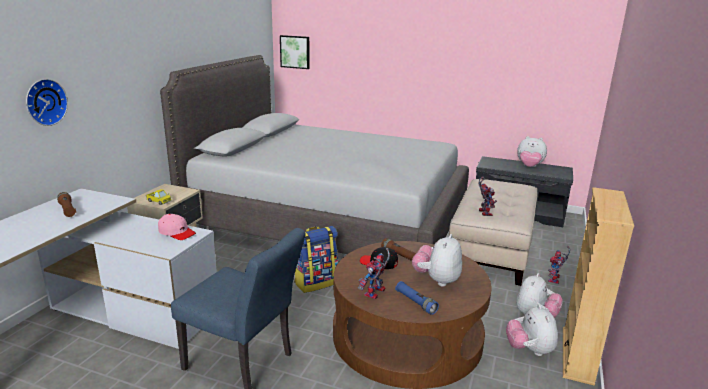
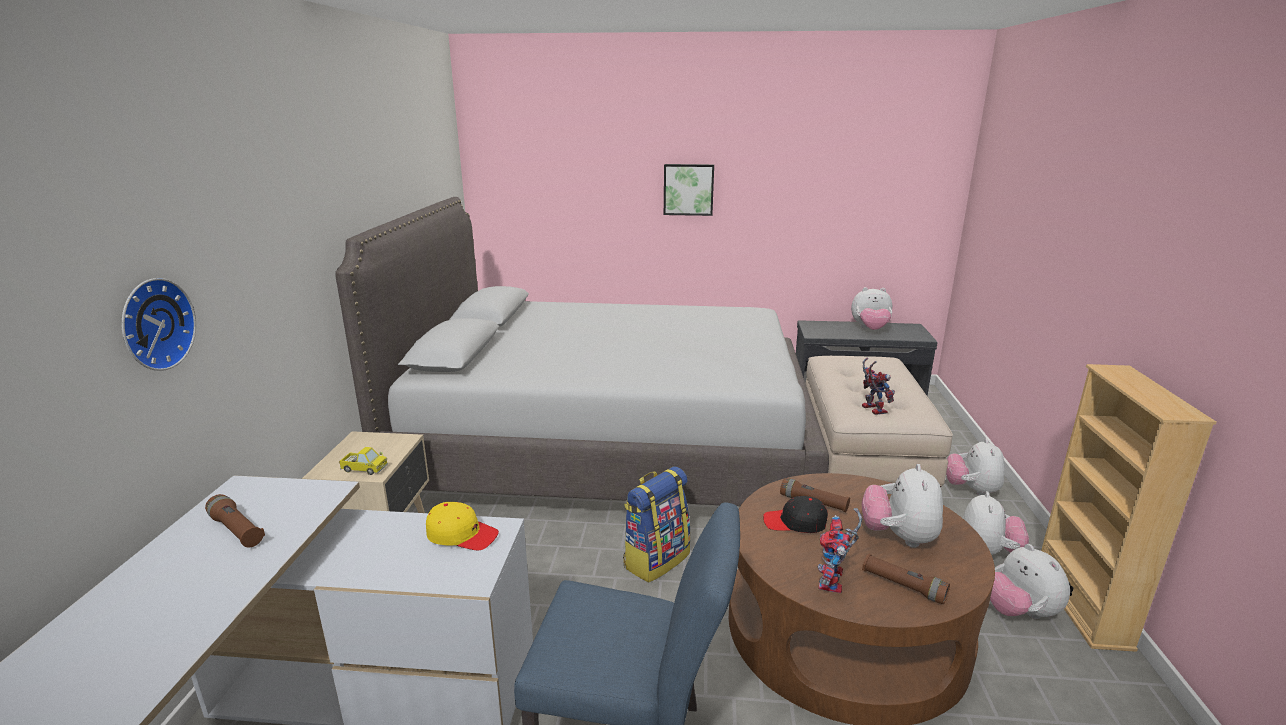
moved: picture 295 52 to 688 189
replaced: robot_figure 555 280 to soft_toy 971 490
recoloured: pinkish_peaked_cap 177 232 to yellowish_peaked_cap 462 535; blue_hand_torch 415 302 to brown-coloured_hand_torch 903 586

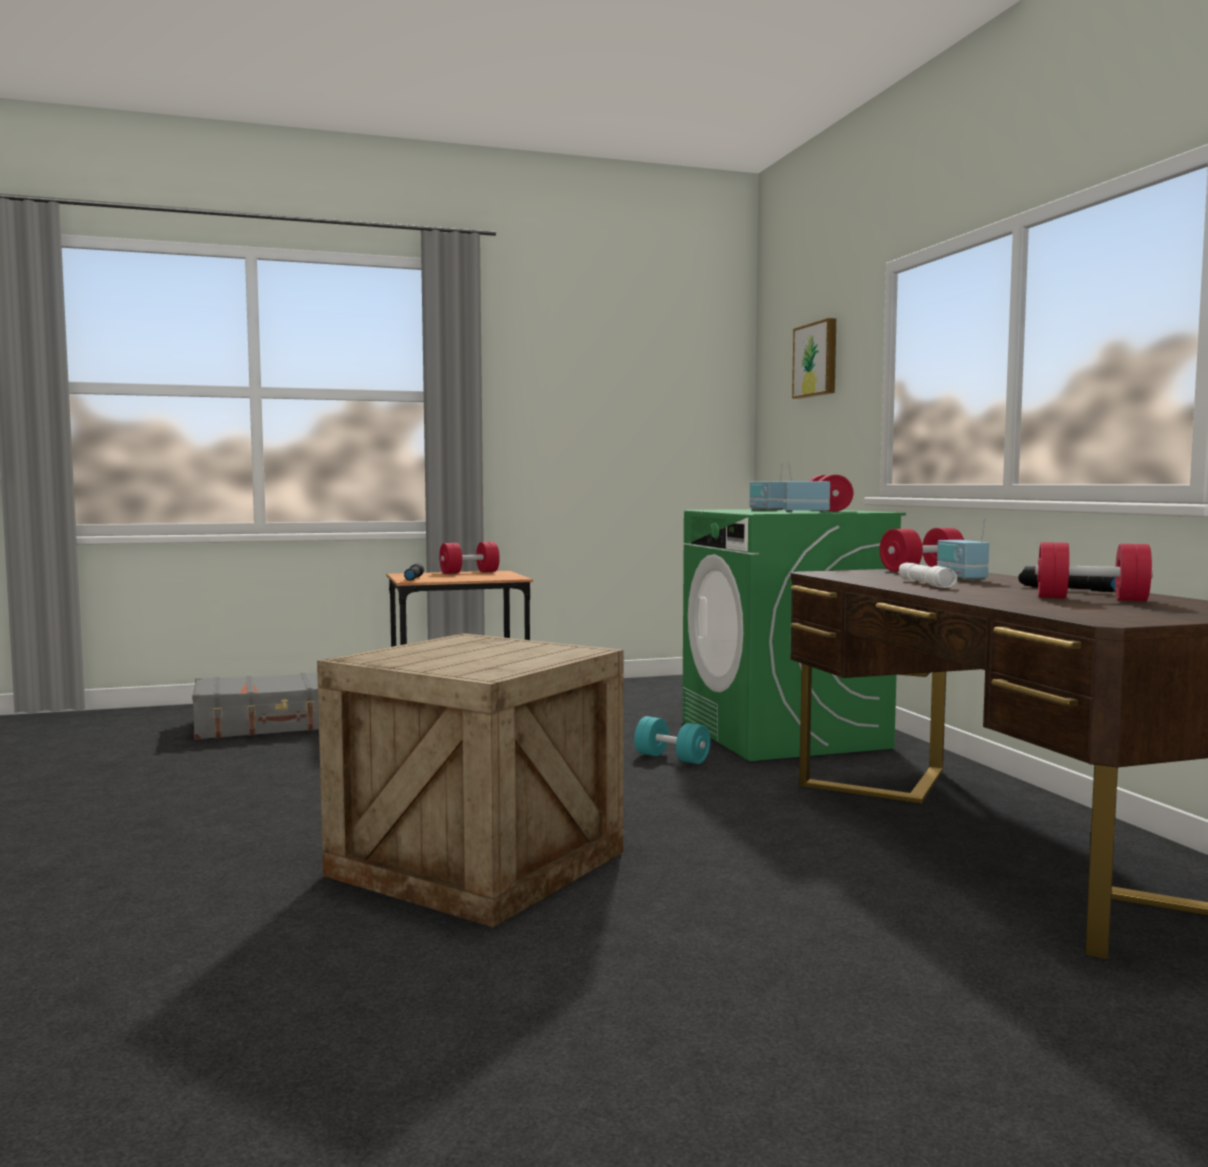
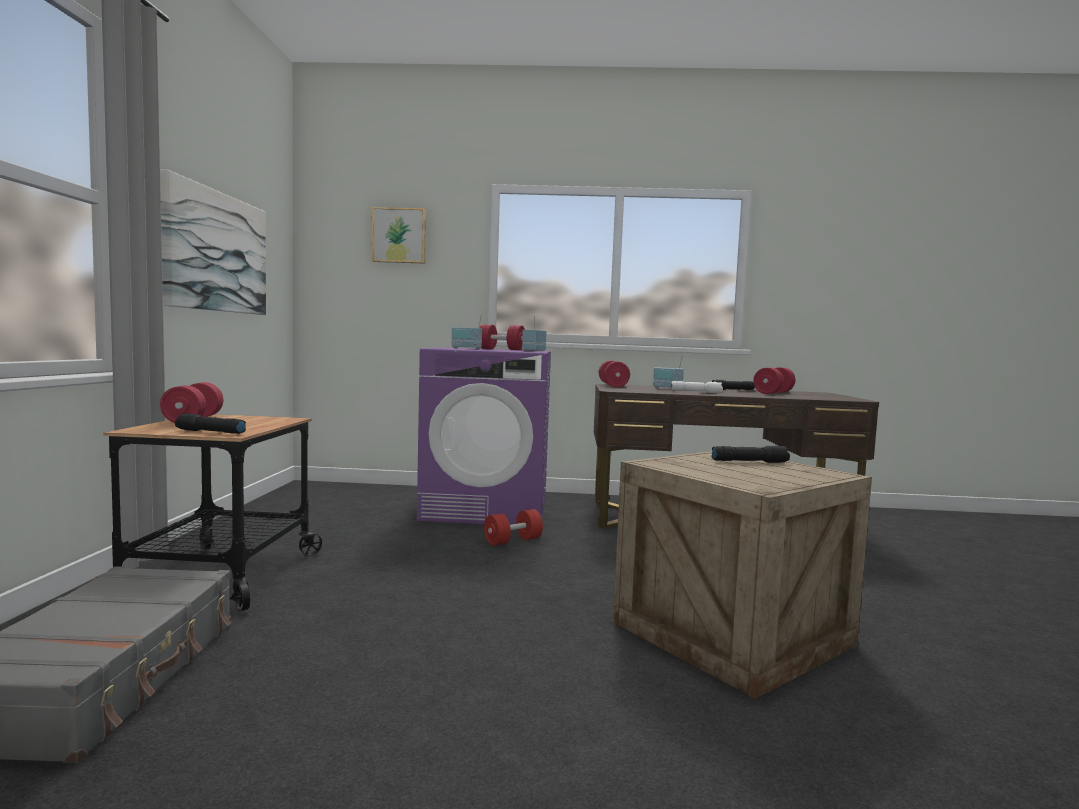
added: picture 216 252; black_hand_torch 749 462
recoloured: turquoise-coloured_dumbbell 672 758 to red_dumbbell 513 541; green-coloured_laundry_appliance 783 734 to purplish_laundry_appliance 487 509

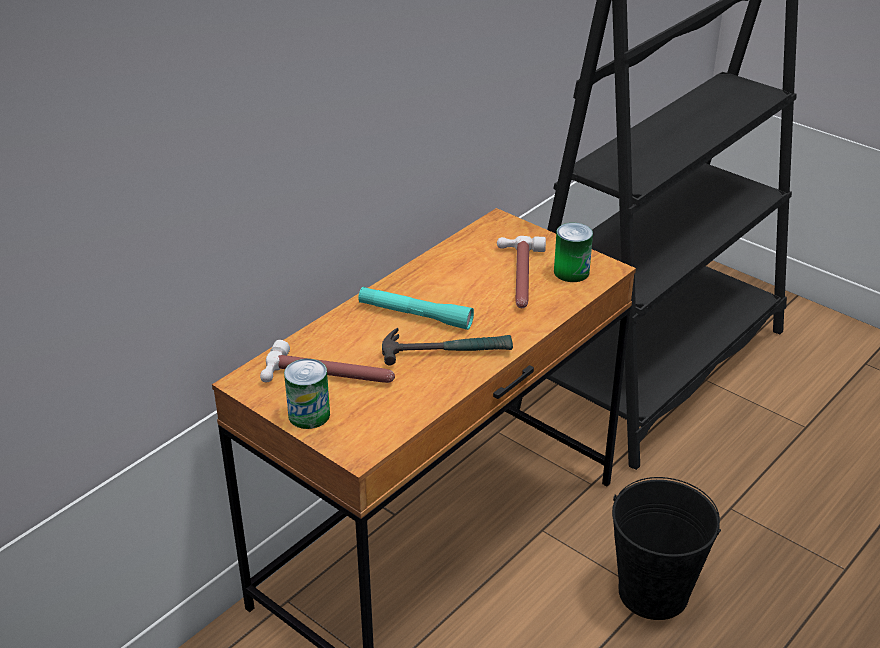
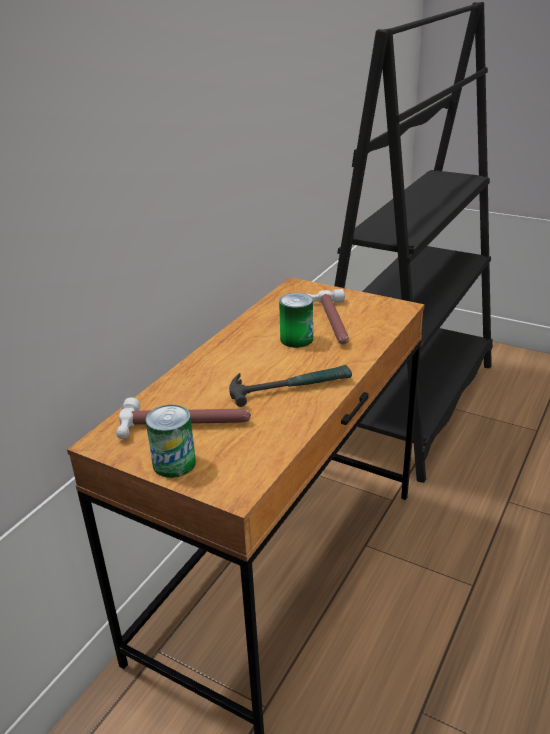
removed: turquoise-coloured_hand_torch 415 315; black_pail 653 593
moved: metal_can 571 272 to 296 339

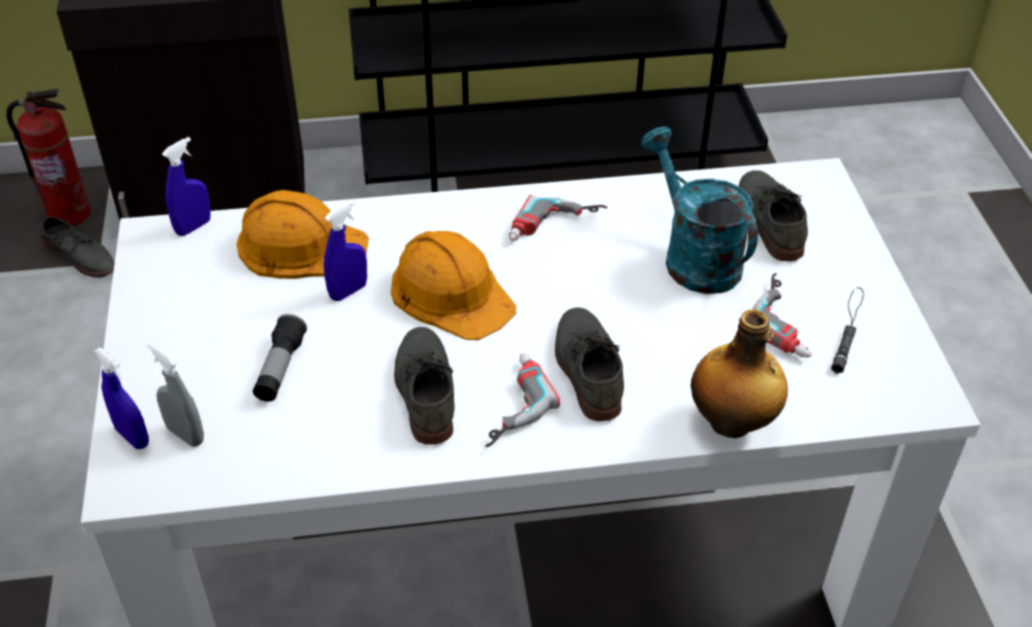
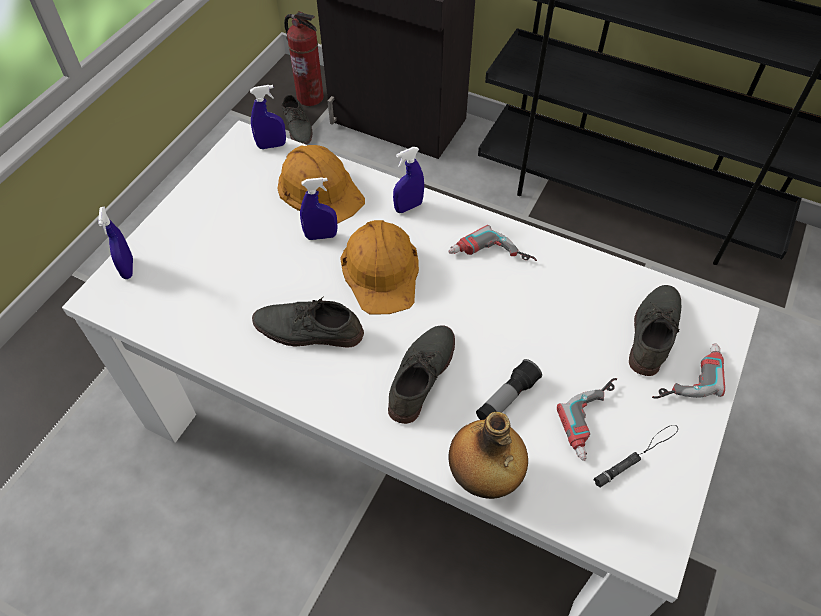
removed: grey_sprayer 185 434; turquoise-coloured_watering_pot 693 256
added: blue_sprayer 408 207
moved: hand_torch 280 369 to 506 398; drill 508 403 to 685 374
turned: grey_shoe 424 389 = 307 330 105 degrees counterclockwise

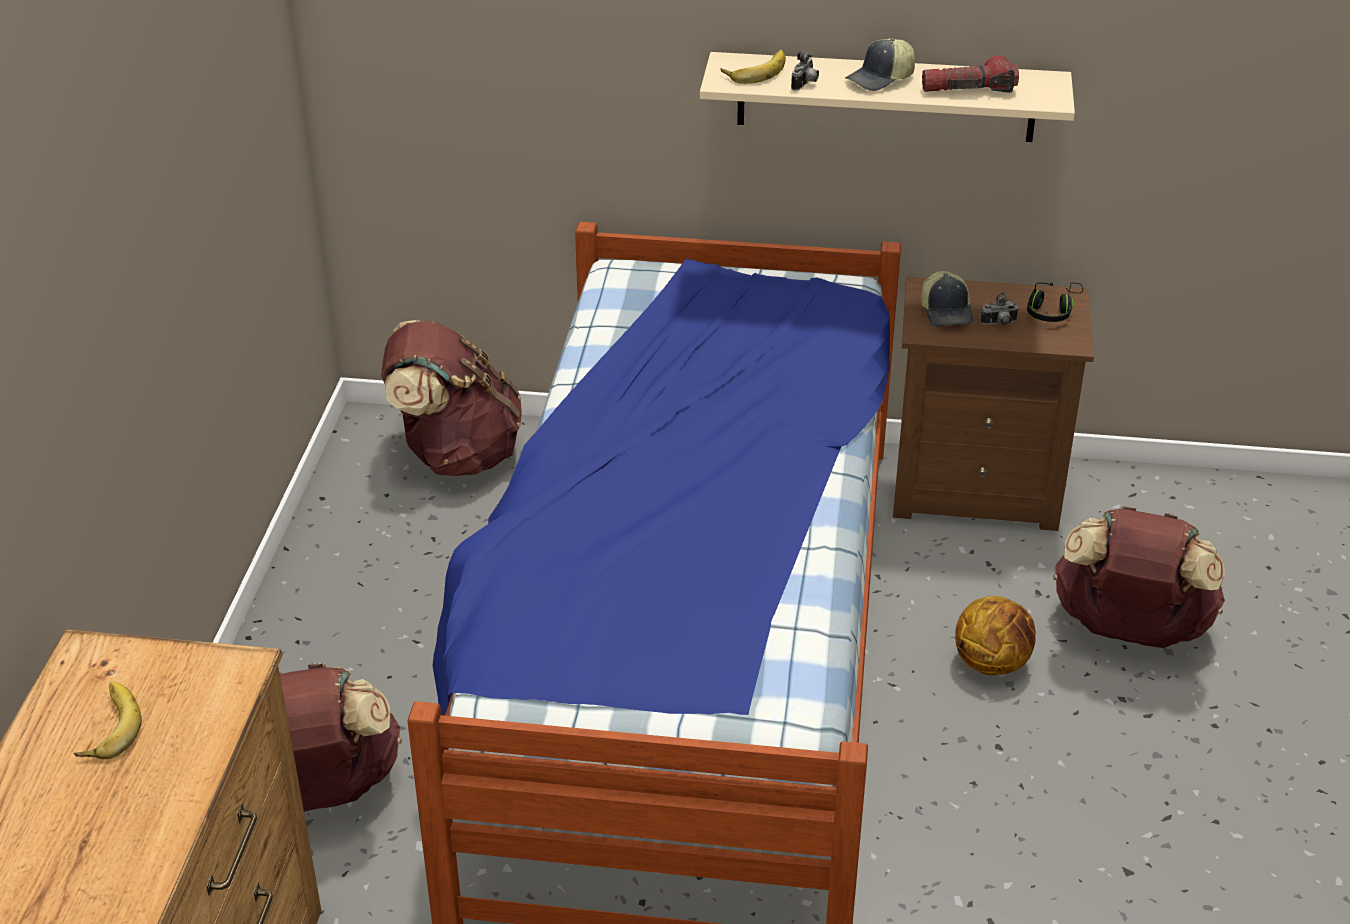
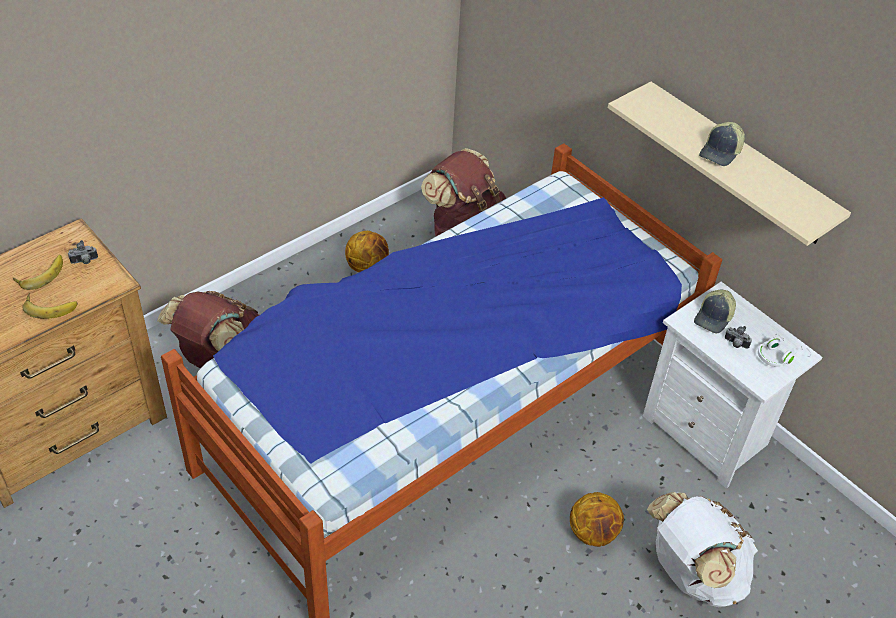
removed: hand_torch 968 90
added: basketball_ball 368 267
moved: banana 755 70 to 51 306; still_camera 805 84 to 84 261
recoloured: brown-coloured_bedside_table 976 490 to white-coloured_bedside_table 709 433; black_headset 1052 311 to white-coloured_headset 779 356; brown-coloured_rucksack 1129 631 to white-coloured_rucksack 692 573
turned: peaked_cap 881 79 = 721 152 60 degrees counterclockwise

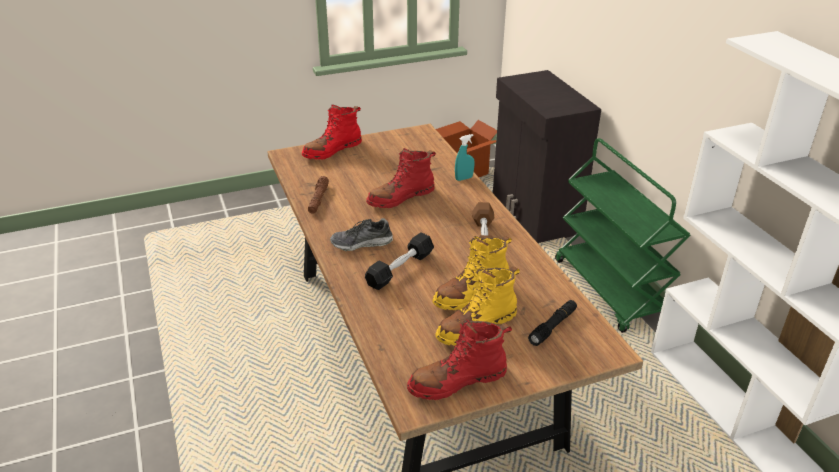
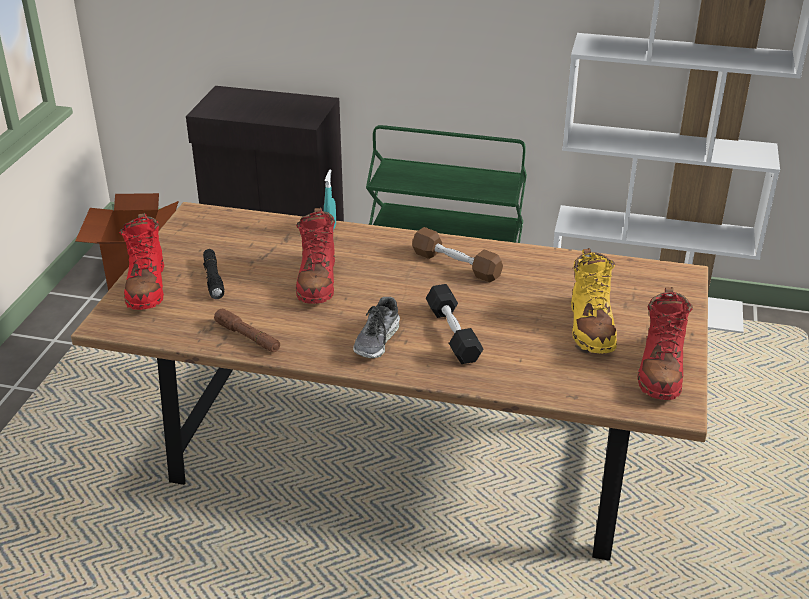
removed: yellowish_tall_boot 471 293
moved: black_hand_torch 553 327 to 213 279

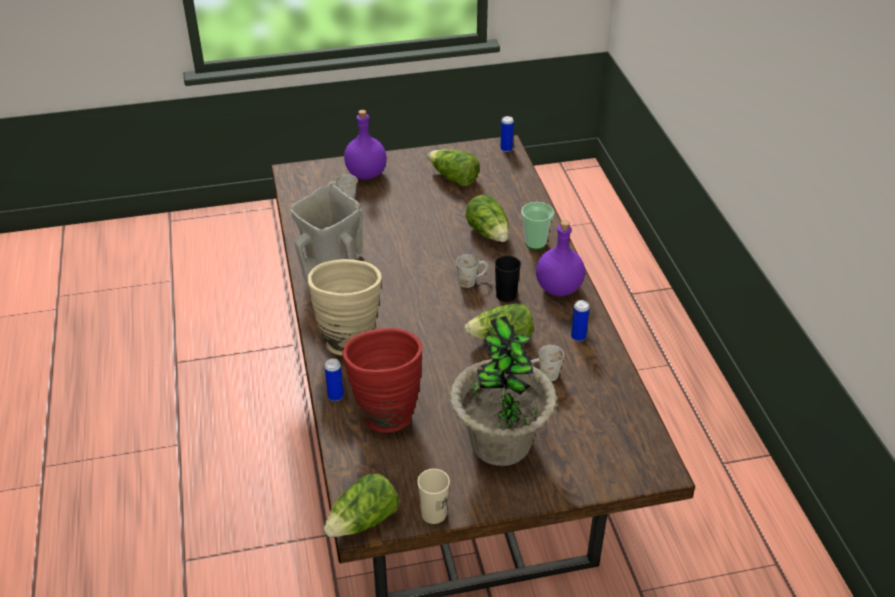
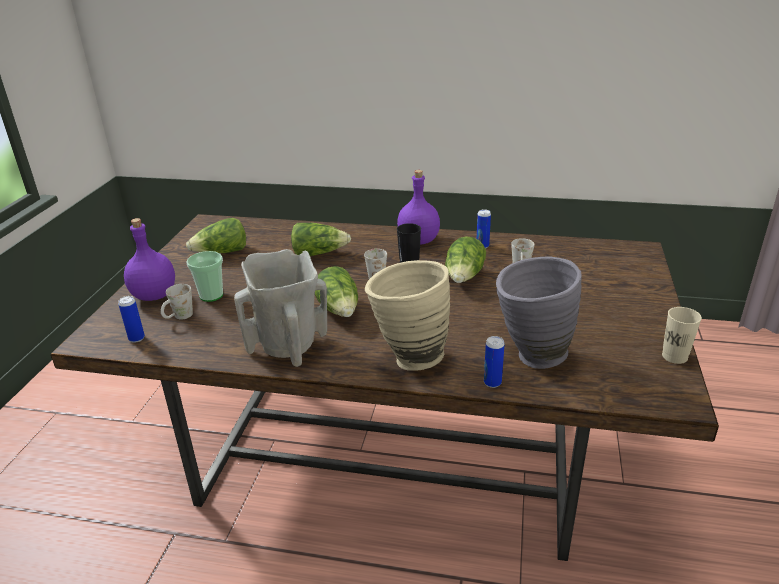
removed: potted_plant 500 443
moved: lettuce 363 521 to 339 310; metal_can 506 149 to 136 338; drinking_cup 535 242 to 211 295
recoloured: red_vase 384 412 to grey_vase 530 356

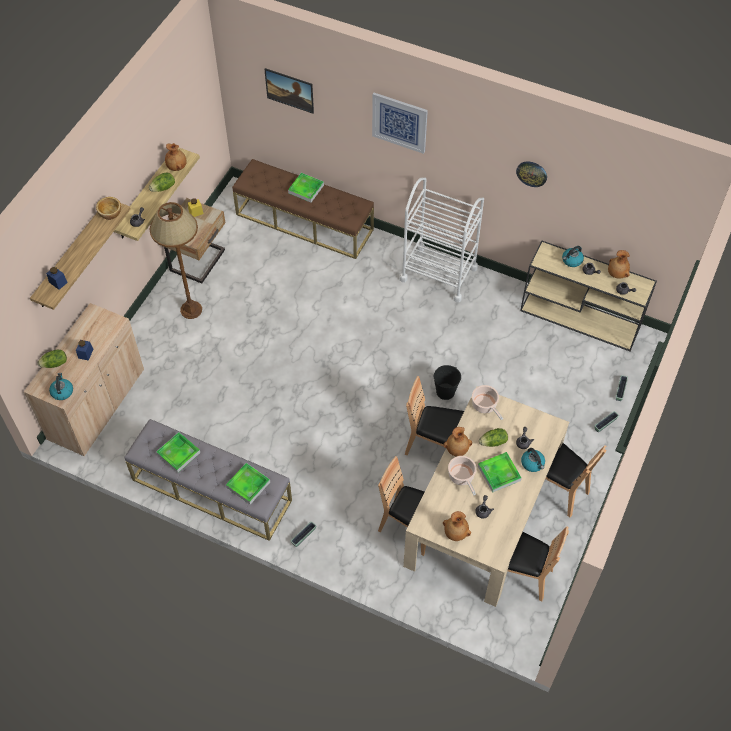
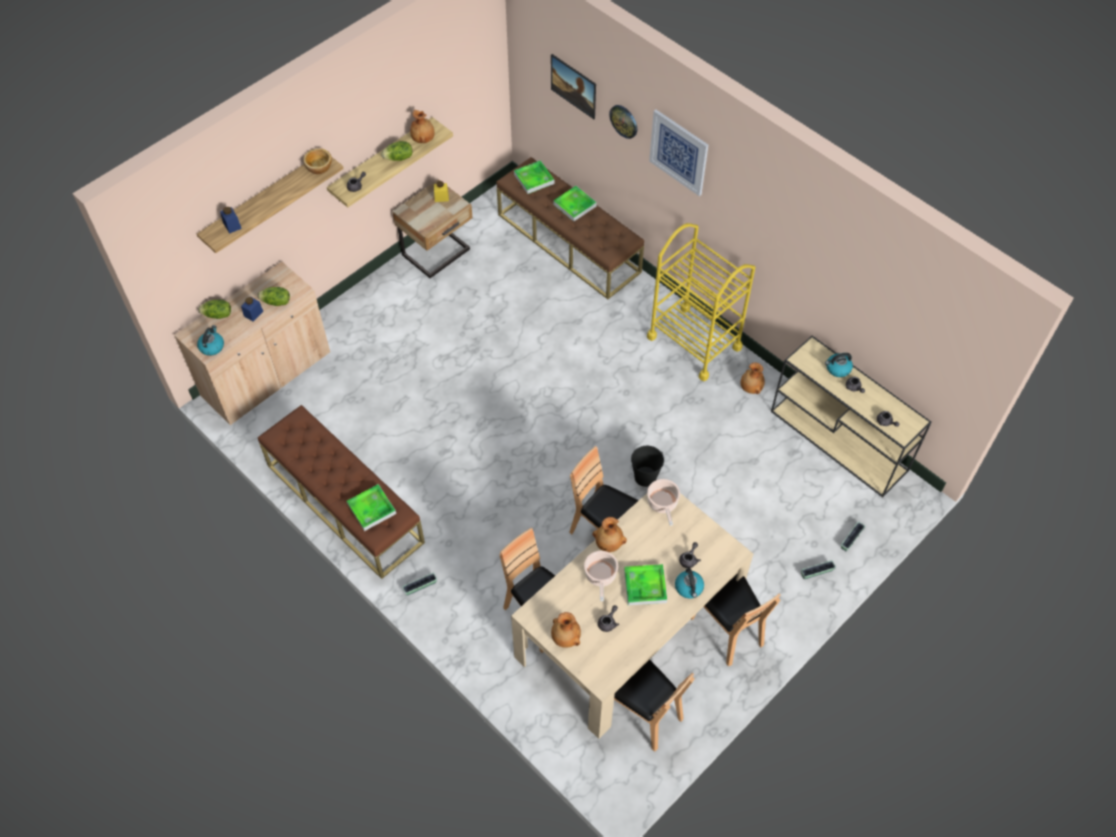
removed: brown-coloured_standard_lamp 191 310
moved: tray 178 453 to 534 179; lettuce 493 442 to 276 302; clock_on_the_wall 532 173 to 624 121; brown-coloured_vase 616 274 to 750 388
recoloured: grey_indoor_bench 211 490 to brown-coloured_indoor_bench 344 503; white-coloured_wheeled_cart 438 273 to yellowish_wheeled_cart 694 342

